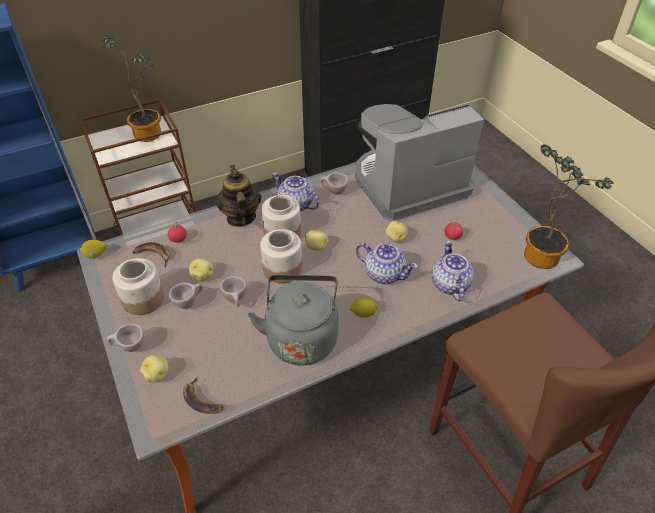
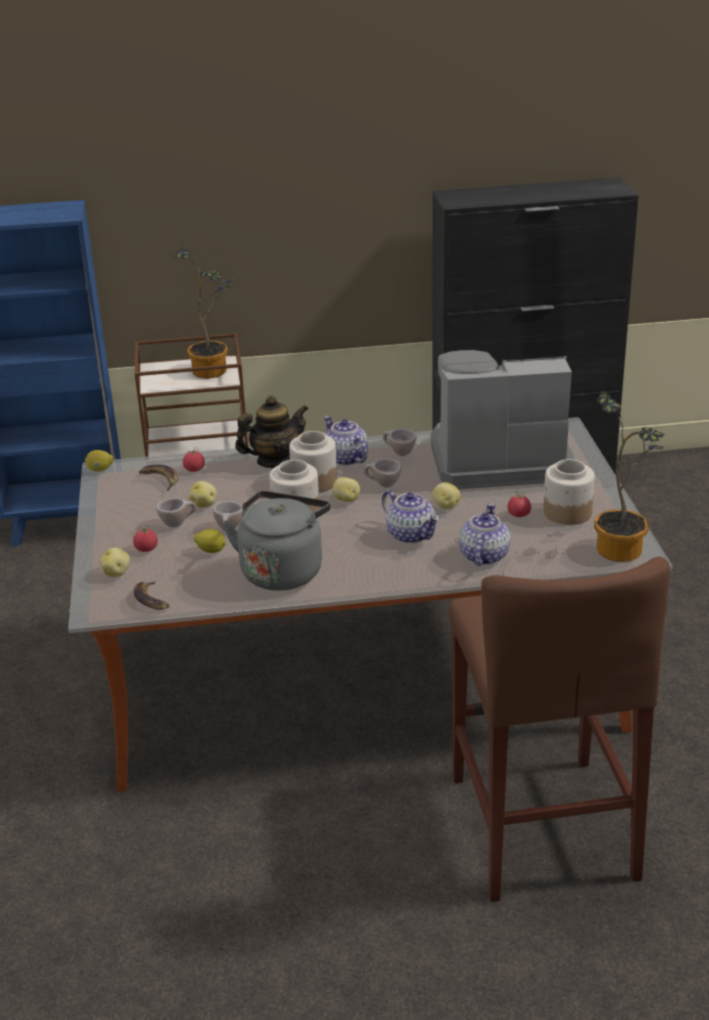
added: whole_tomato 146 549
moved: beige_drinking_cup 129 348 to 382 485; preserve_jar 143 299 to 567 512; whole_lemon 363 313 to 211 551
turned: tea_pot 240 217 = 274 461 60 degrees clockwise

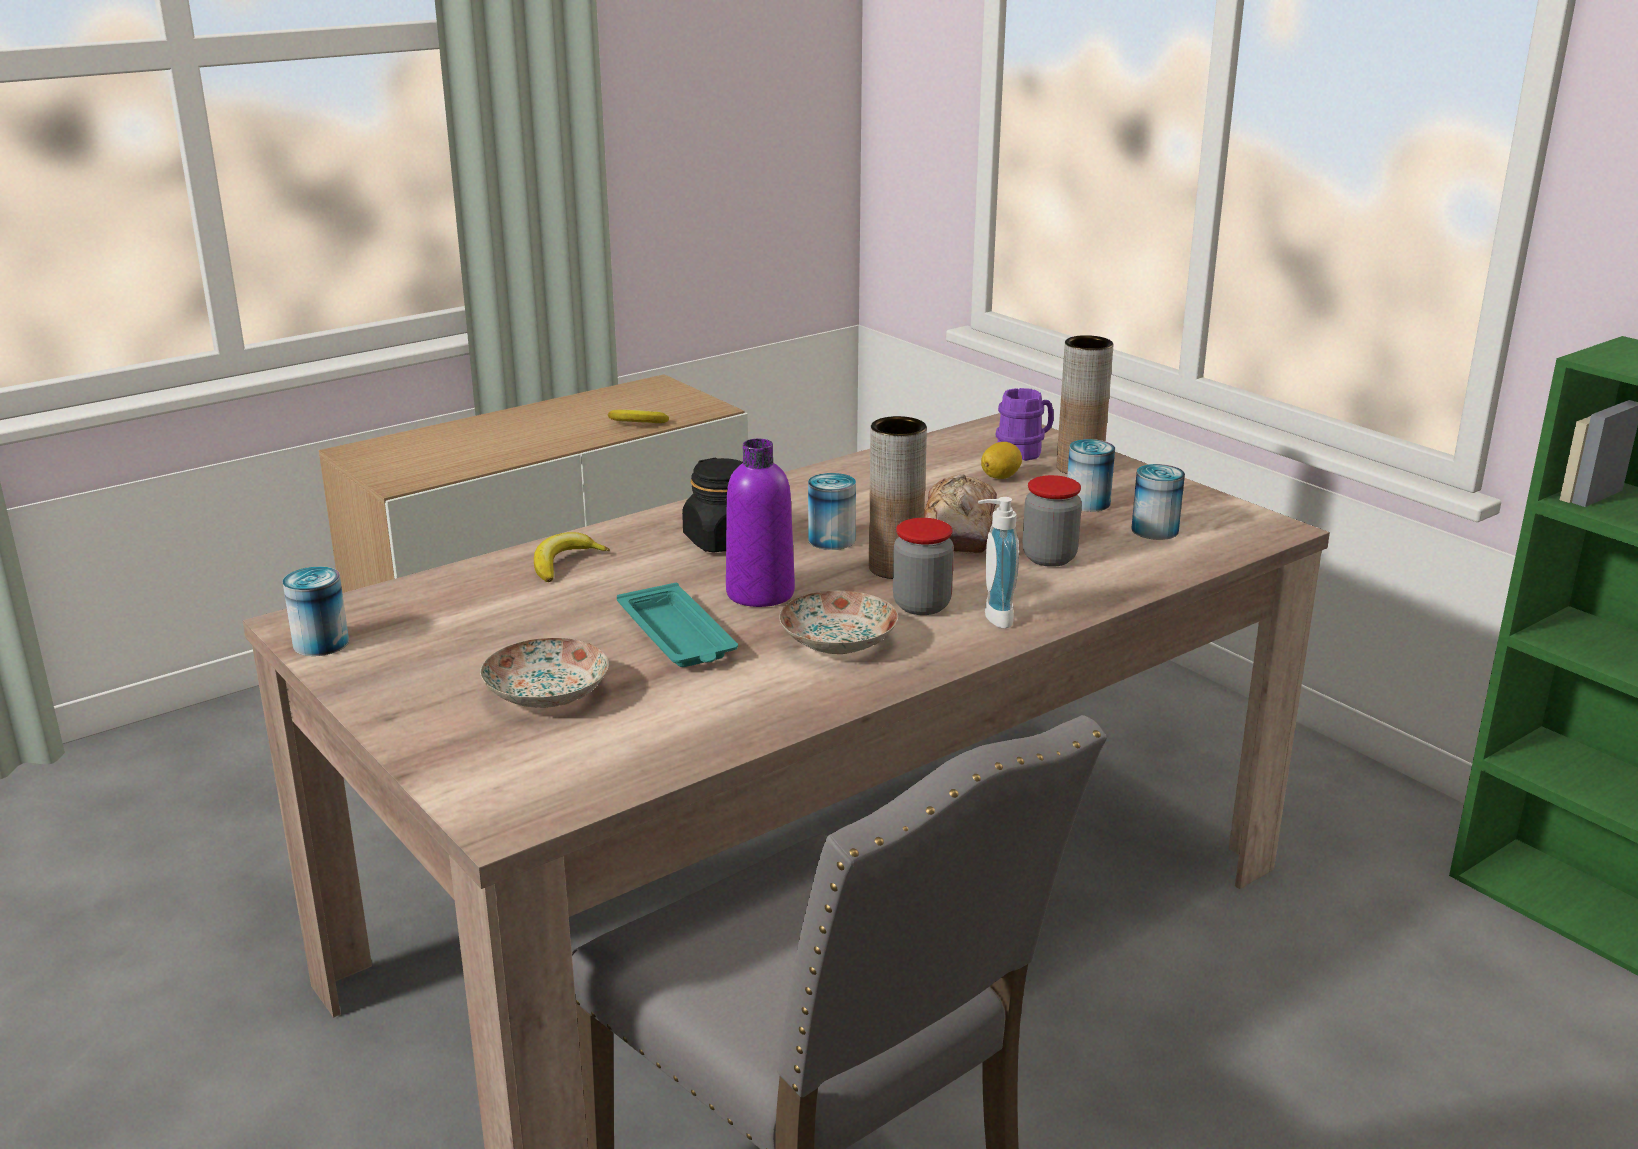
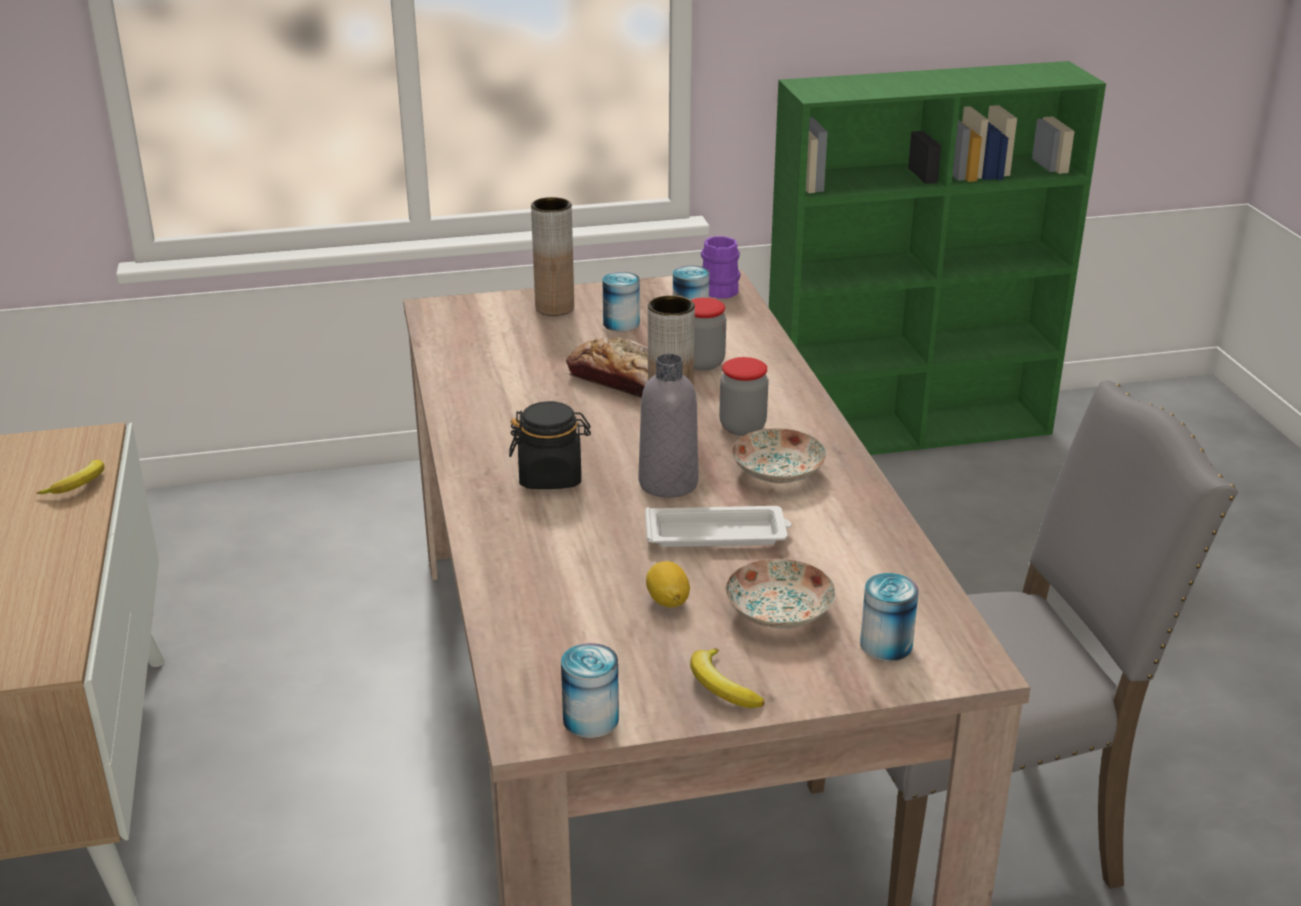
removed: liquid_soap_bottle 992 617
moved: banana 564 564 to 721 686; metal_can 831 540 to 886 645; whole_lemon 1000 476 to 667 601; purplish_tea_mug 1024 451 to 719 288
recoloured: turquoise-coloured_tray 677 636 to white-coloured_tray 718 534; purplish_bottle 760 593 to grey_bottle 668 483

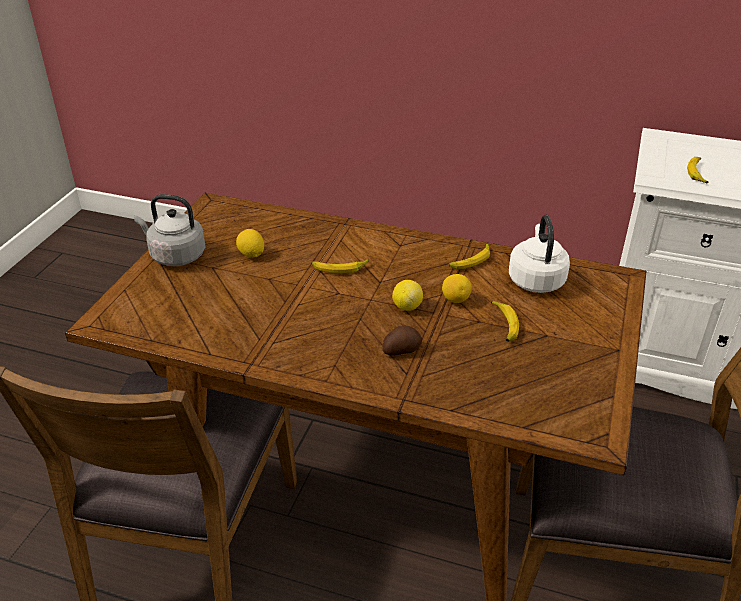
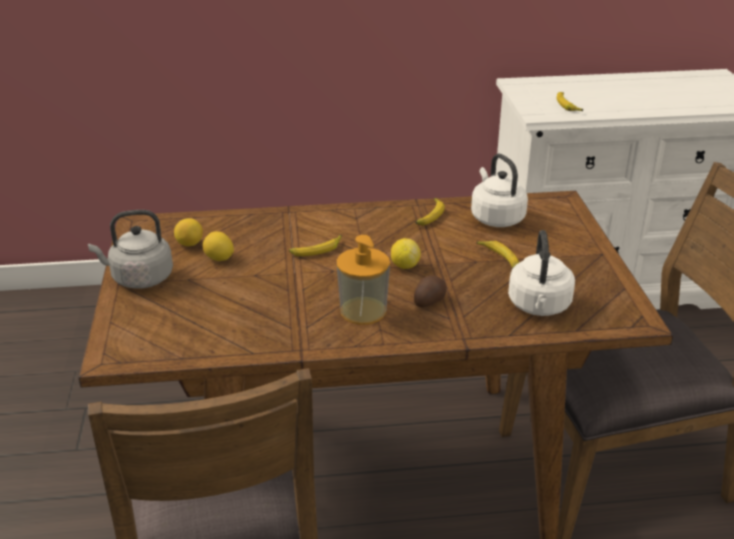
added: liquid_soap_bottle 363 311; white-coloured_tea_kettle 539 307
moved: whole_lemon 455 299 to 189 244

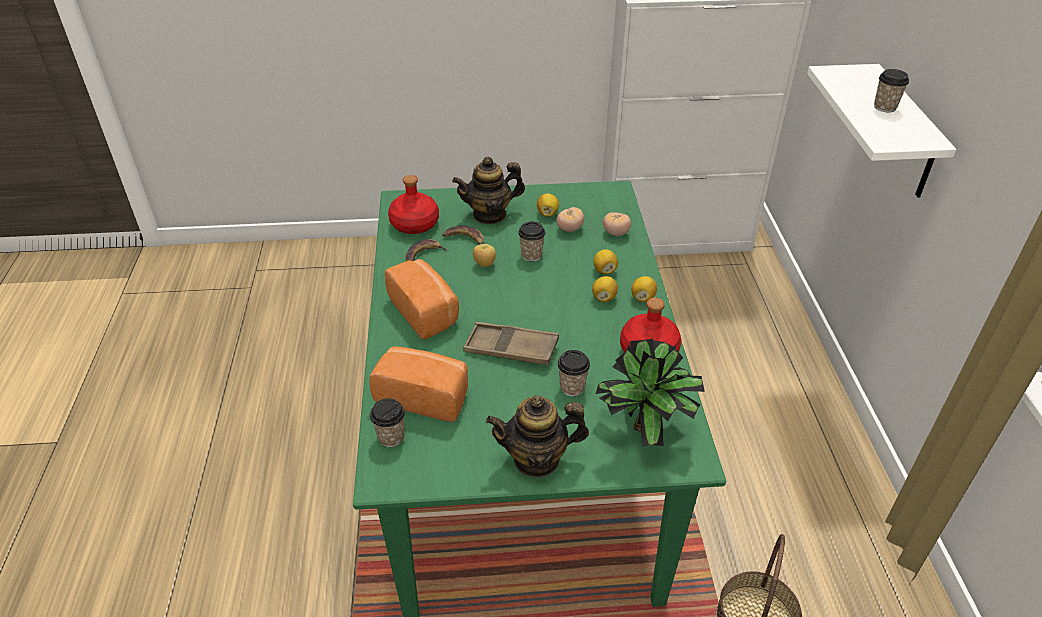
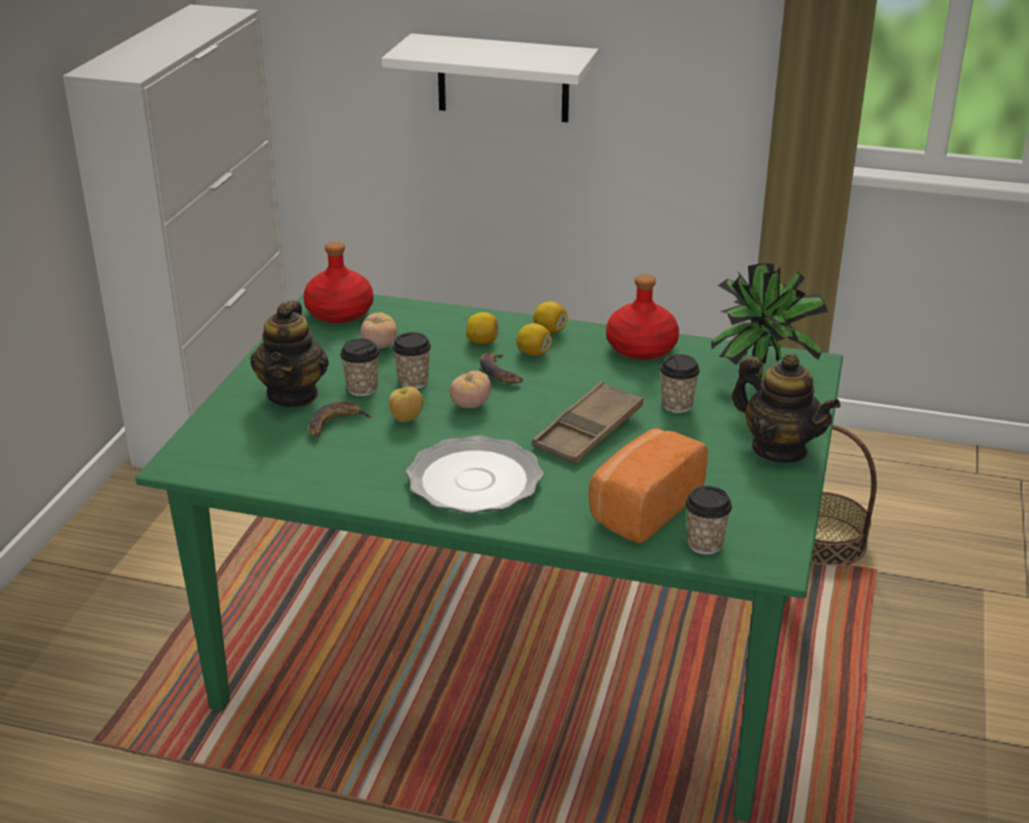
removed: whole_lemon 547 213
moved: red_bottle 415 224 to 340 312; banana 423 255 to 500 372; whole_tomato 616 233 to 470 405; drinking_cup 885 107 to 362 389
replaced: bakery_bread 426 312 to dinner_plate 475 481
turned: tea_pot 537 459 = 779 449 60 degrees counterclockwise

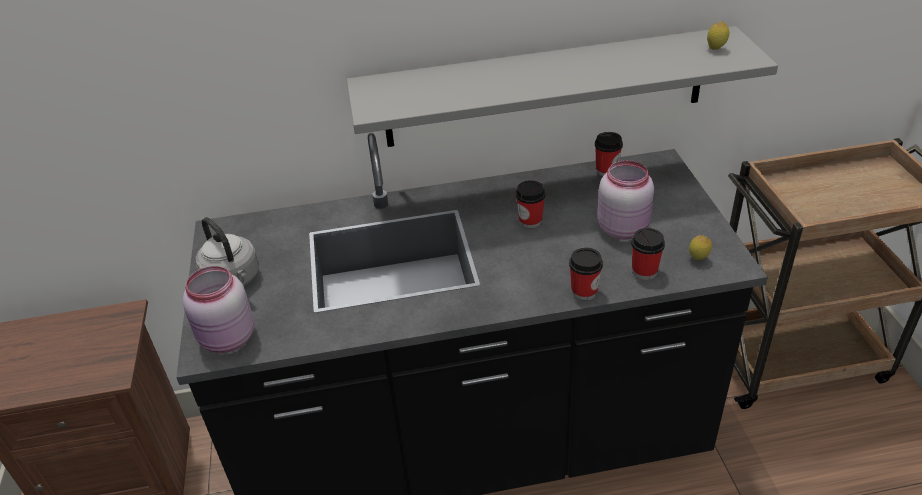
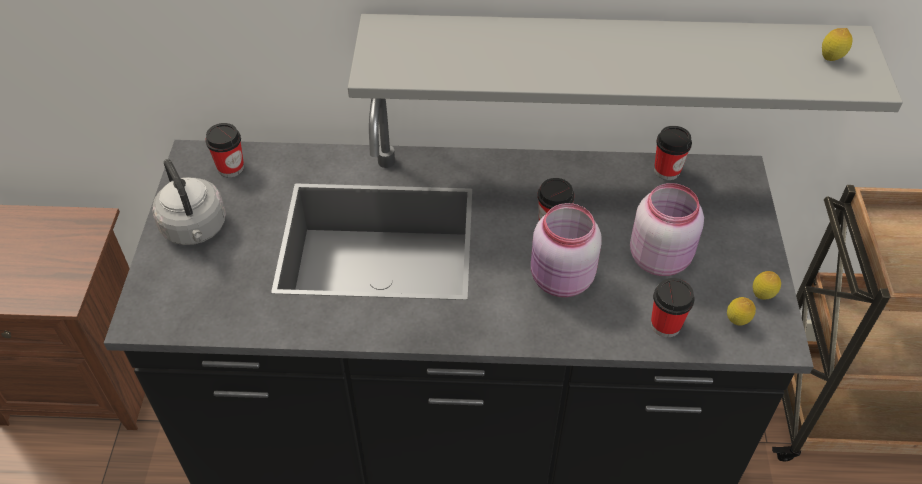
added: whole_lemon 762 296
moved: pinkish_preserve_jar 227 339 to 561 280; drinking_cup 584 291 to 231 168

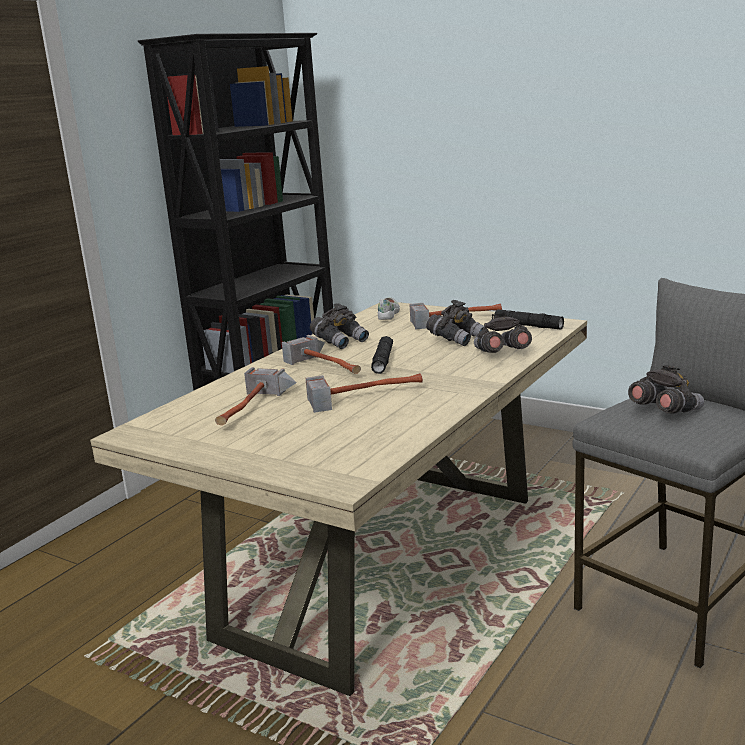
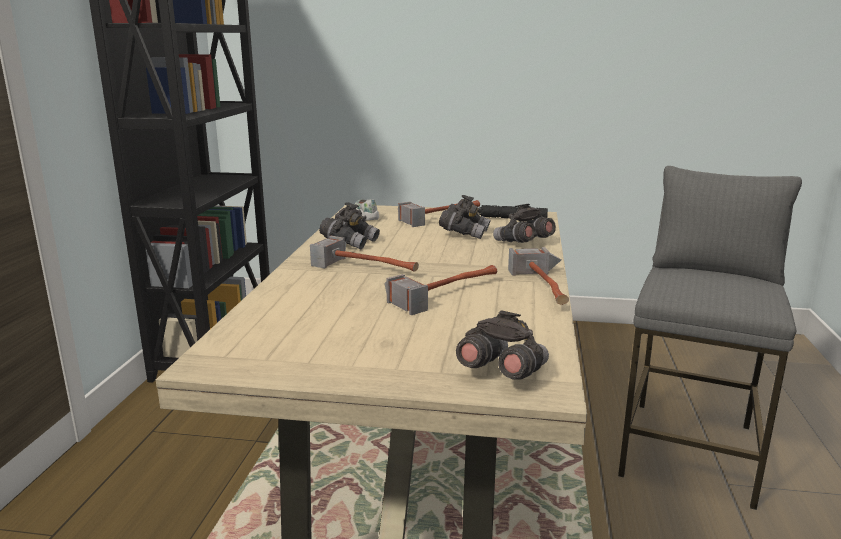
removed: black_hand_torch 383 361
moved: hammer 254 409 to 549 288; grey_pair_of_binoculars 664 411 to 502 373

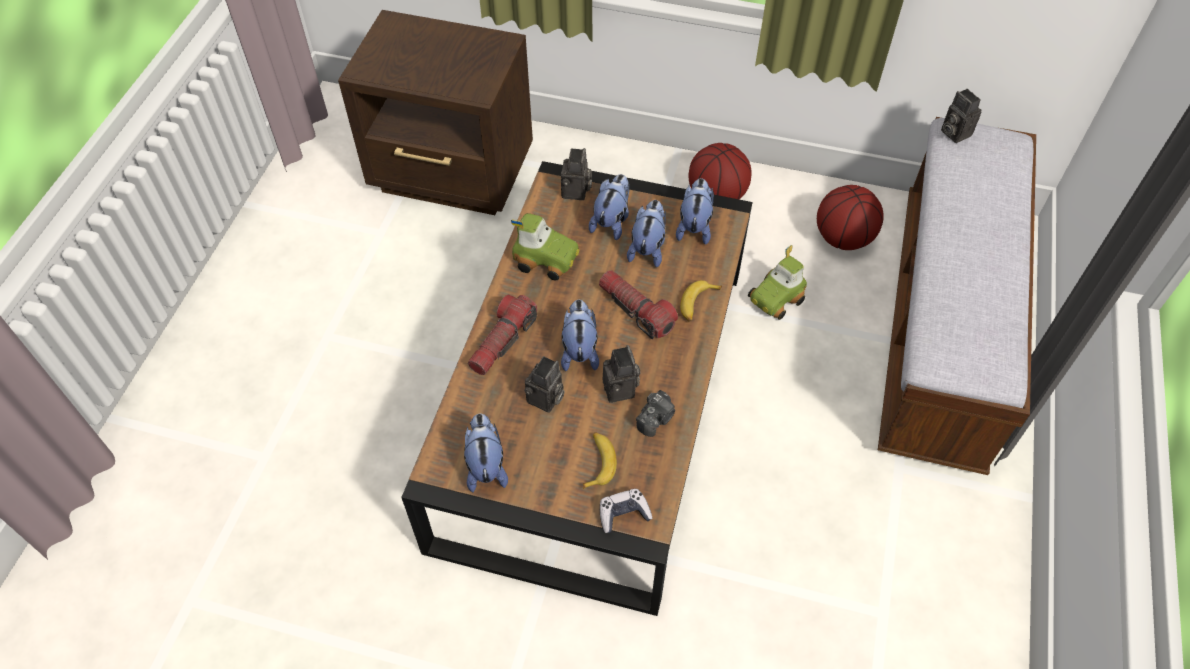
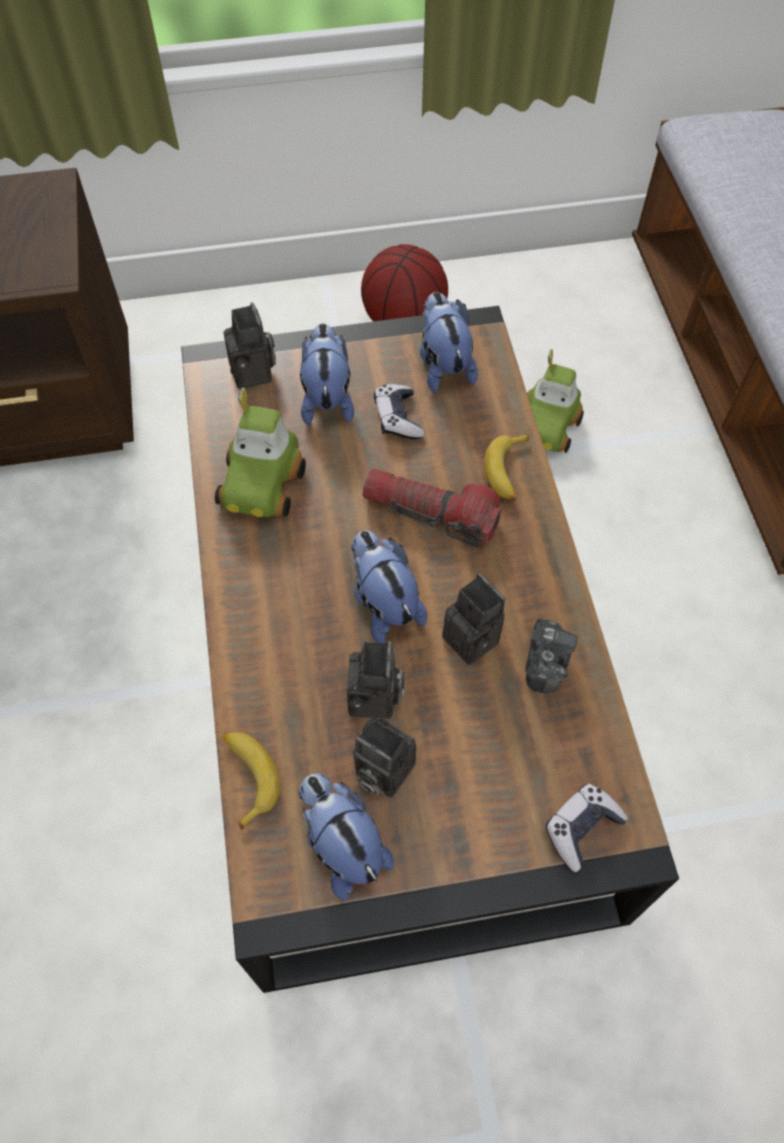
removed: hand_torch 502 341; basketball_ball 843 238
moved: banana 598 462 to 246 776; still_camera 953 132 to 380 770
replaced: soft_toy 648 248 to game_controller 398 418
turned: toy_car 546 258 = 263 485 105 degrees clockwise

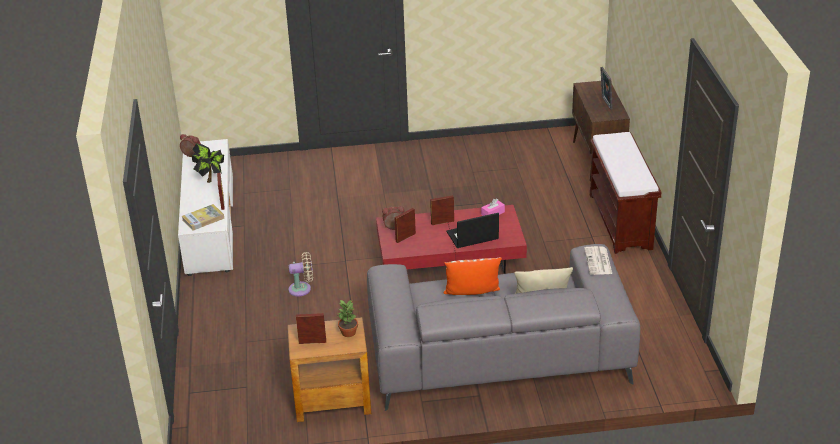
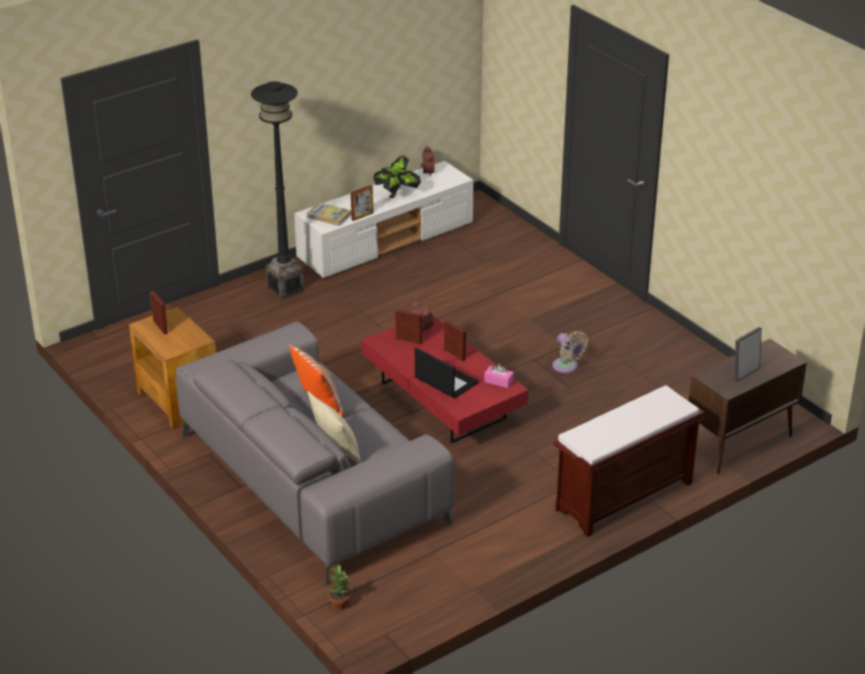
removed: daily_paper 598 261
added: black_standard_lamp 285 289
moved: beige_electric_fan 302 289 to 567 367; potted_plant 348 332 to 339 603

